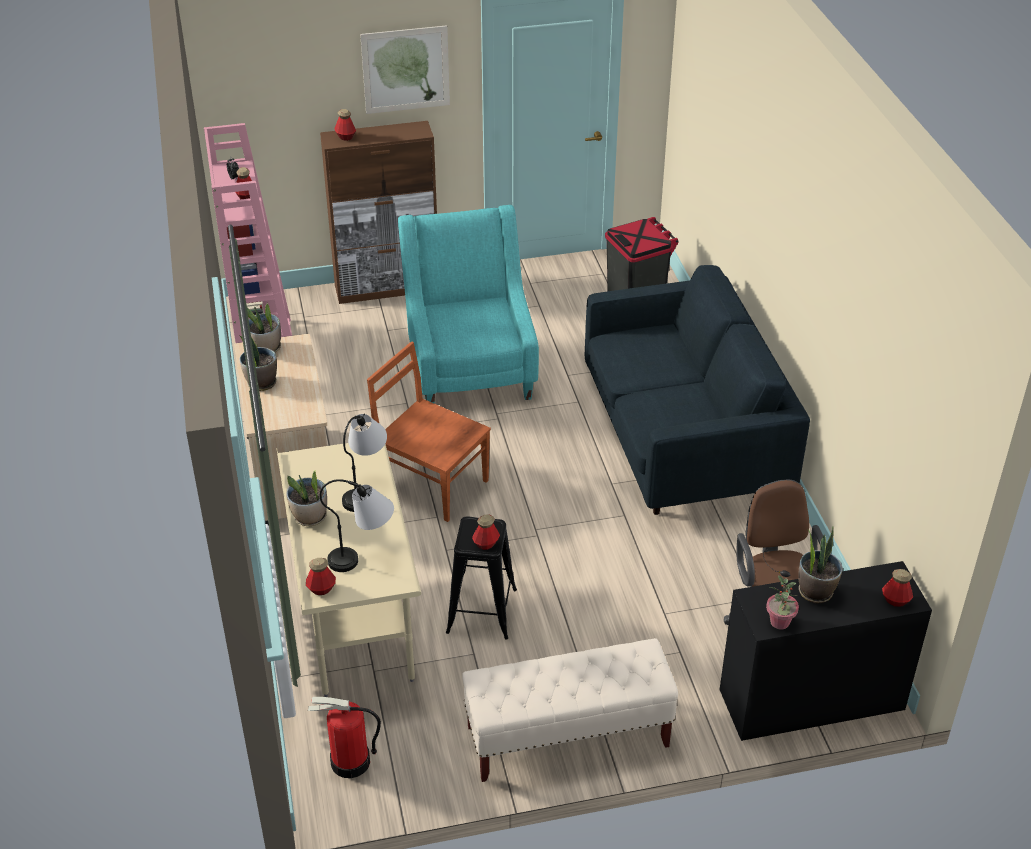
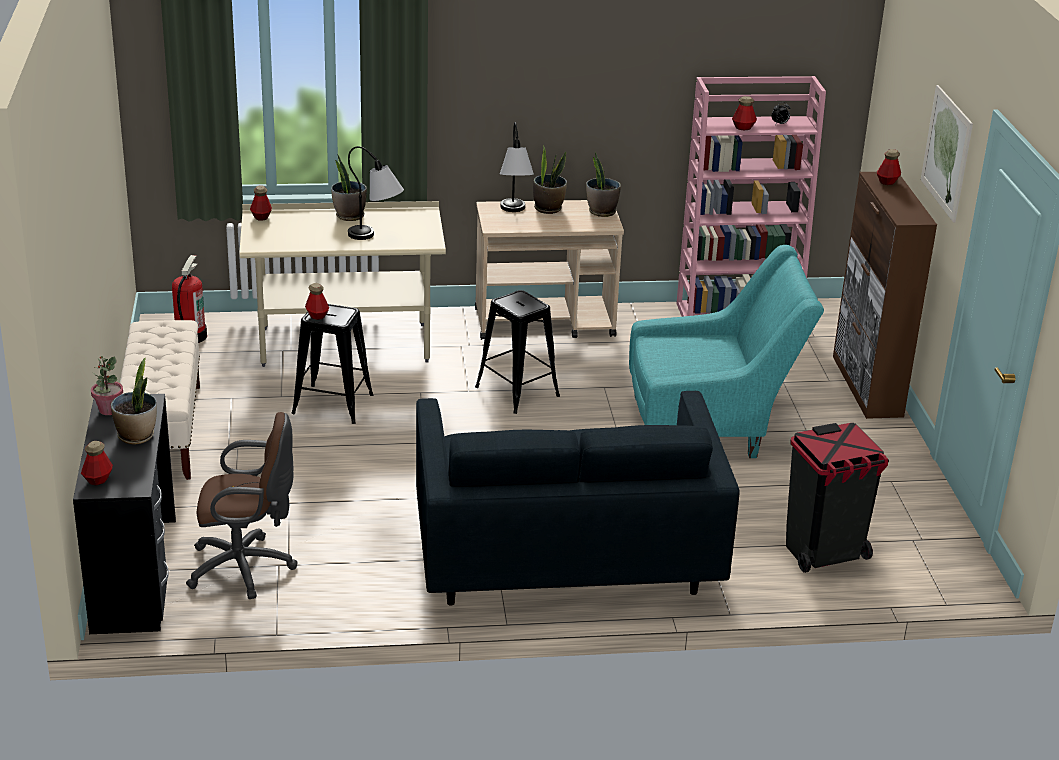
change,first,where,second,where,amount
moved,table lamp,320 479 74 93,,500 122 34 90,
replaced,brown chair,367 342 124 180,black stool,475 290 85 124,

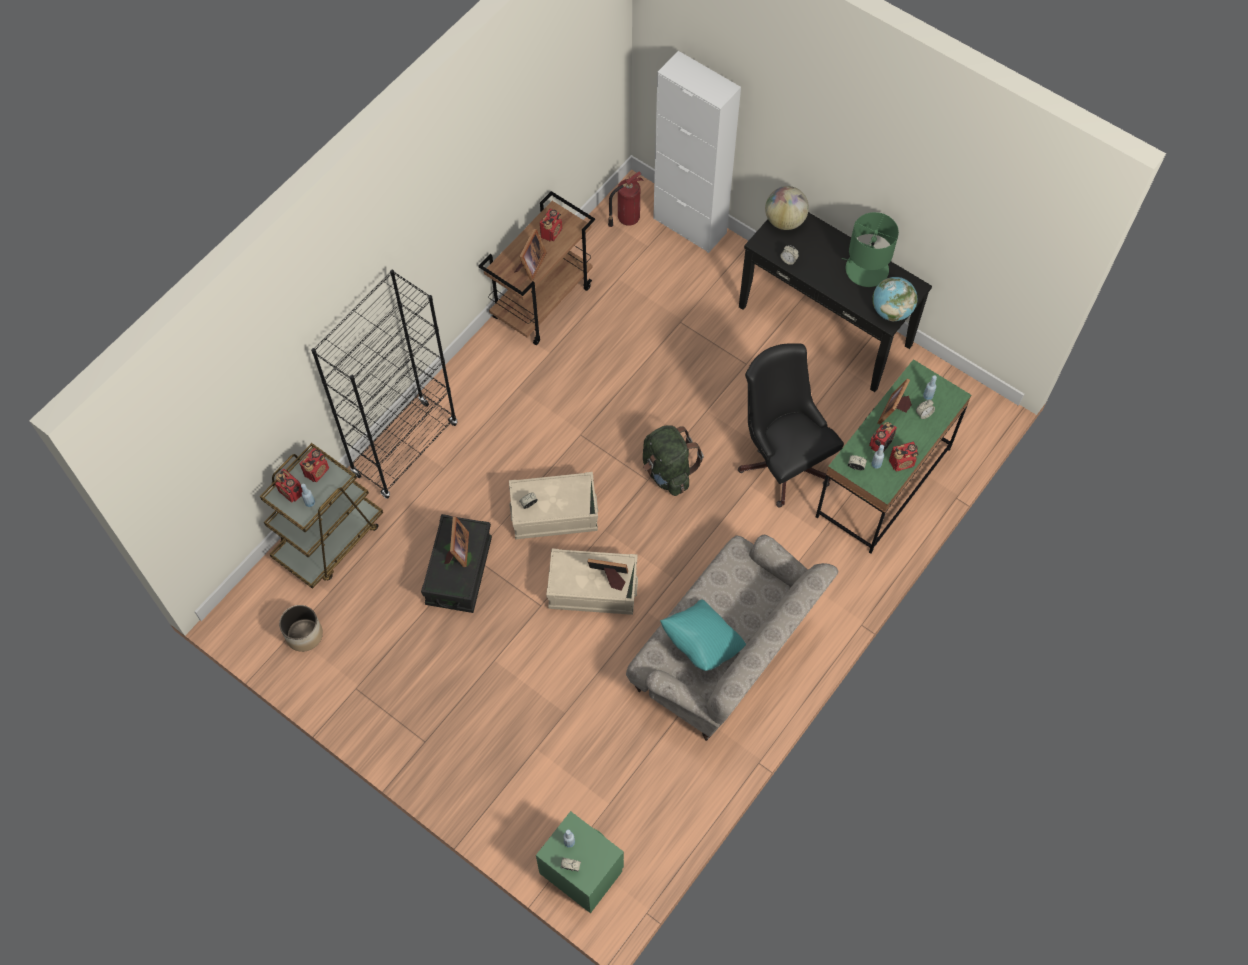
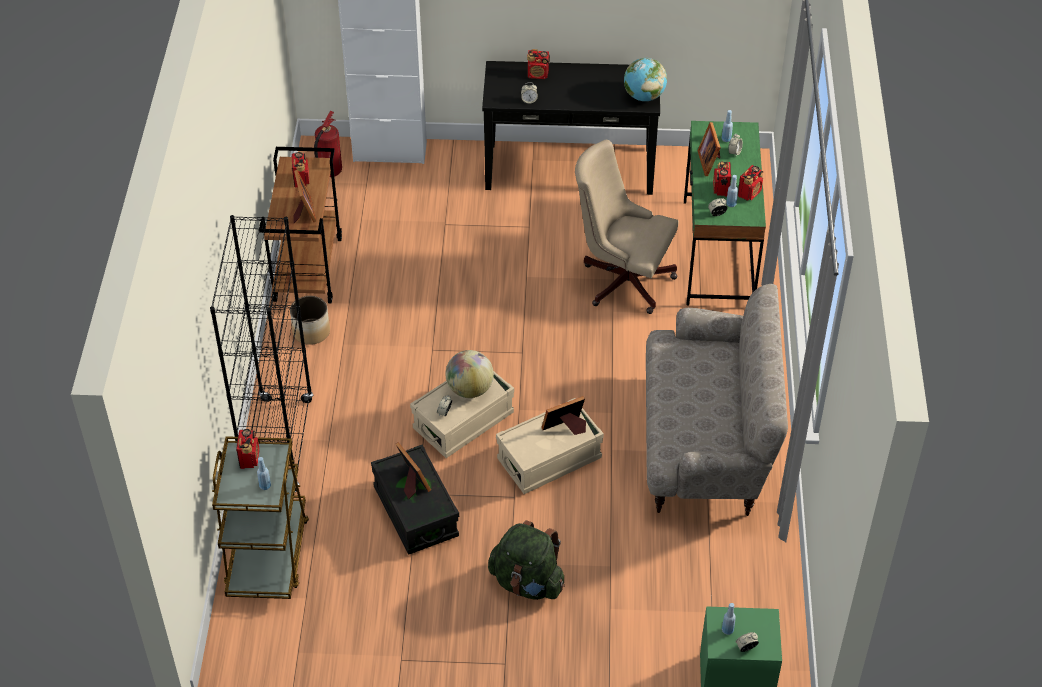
change,first,where,second,where,amount
removed,turquoise pillow,660 599 86 72,,,
removed,green table lamp,842 212 57 75,,,
moved,radio,275 469 27 33,,527 49 23 30,
moved,planter,279 605 44 47,,290 296 40 49,
moved,green backpack,643 425 61 71,,488 520 77 80,
moved,globe,765 186 44 44,,445 350 49 48,
recoloured,black office chair,738 343 106 165,beige office chair,575 140 104 174,

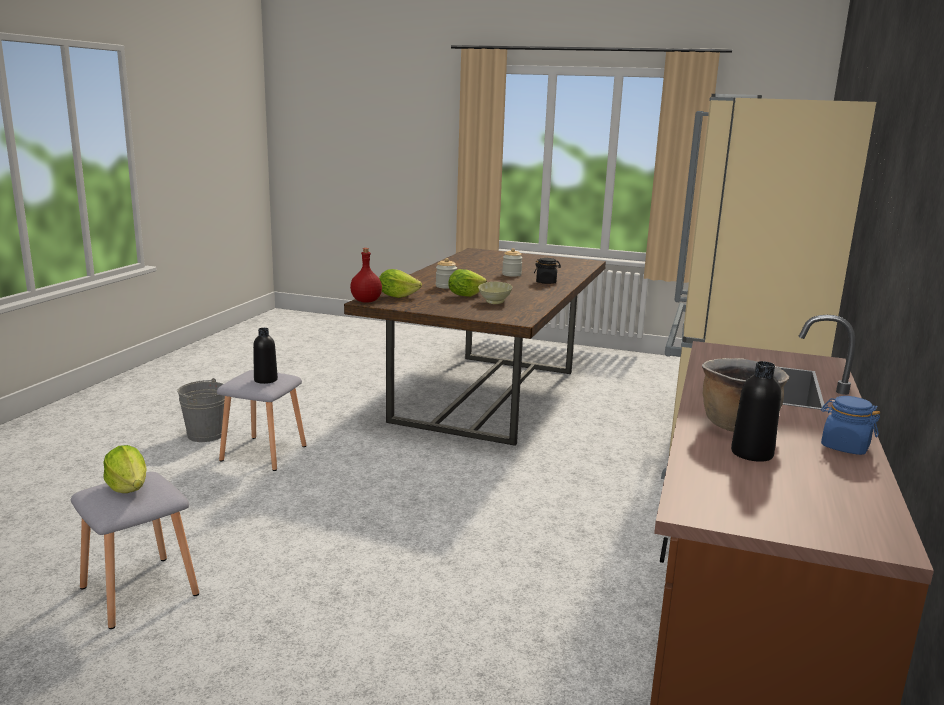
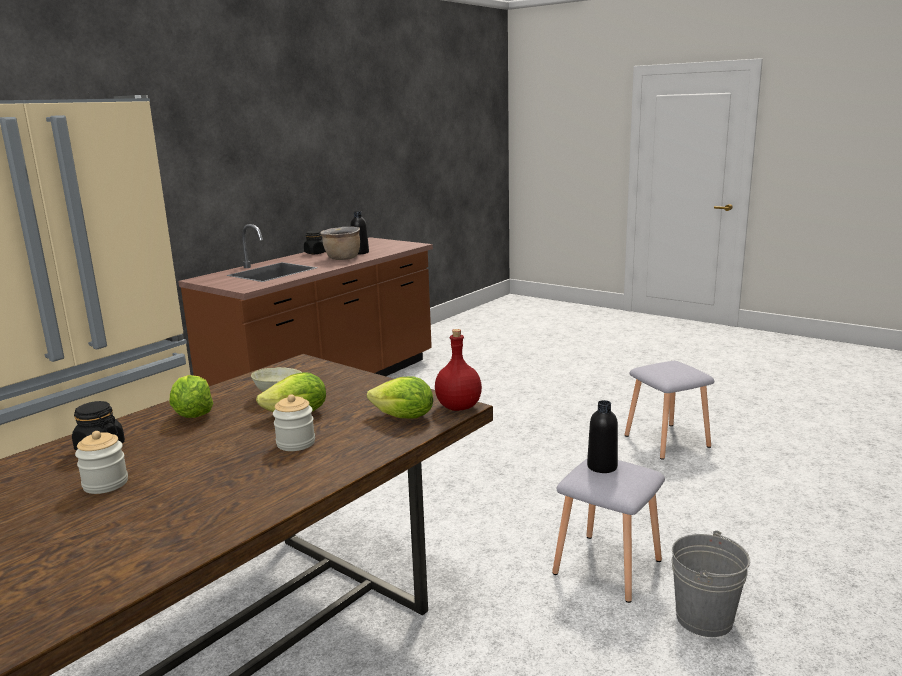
change,first,where,second,where,amount
moved,lettuce,103 445 44 48,,169 375 44 43,
recoloured,blue jar,821 396 59 59,black jar,304 231 22 23,

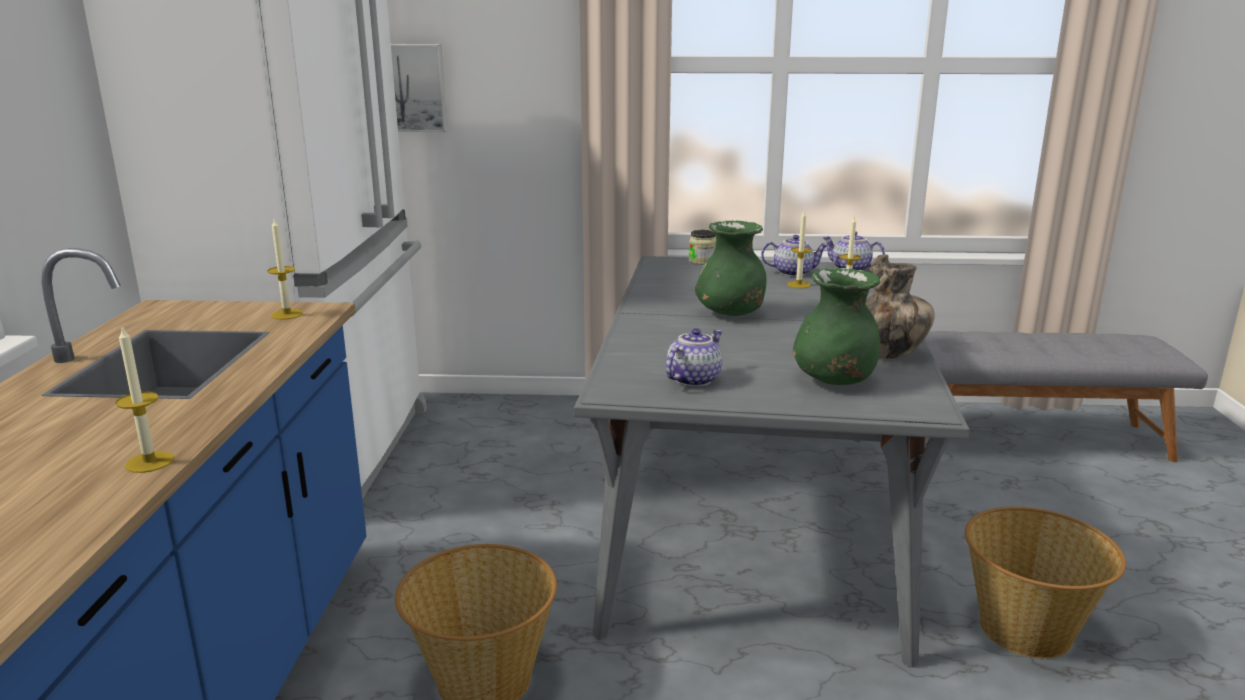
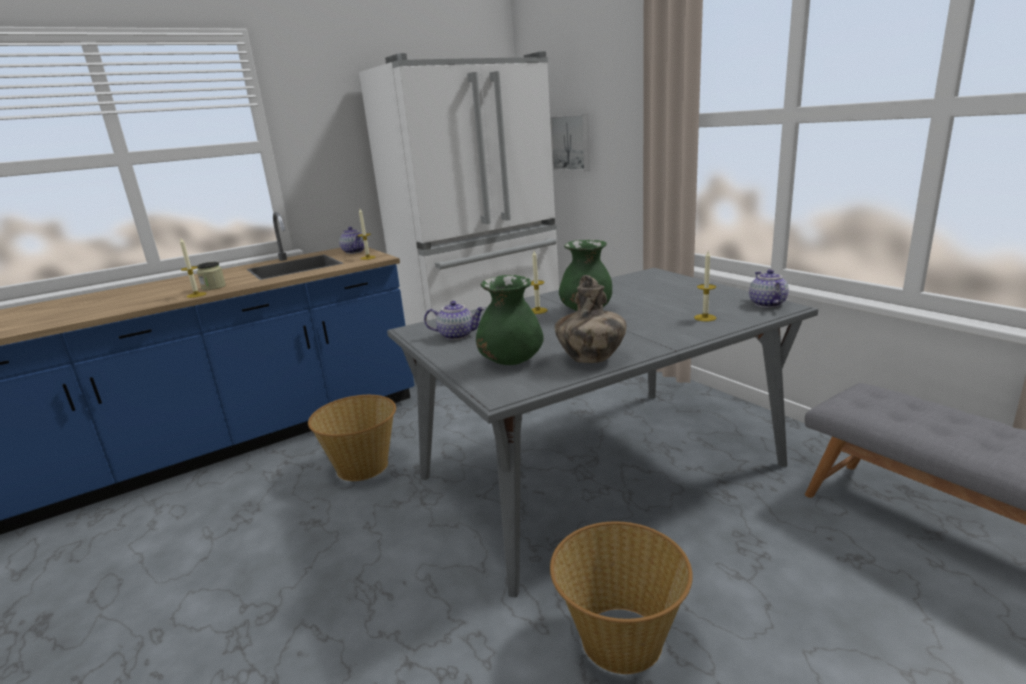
change,first,where,second,where,amount
moved,jar,689 230 27 35,,197 262 29 28,
moved,teapot,761 235 68 42,,339 227 25 27,
moved,candle,787 211 25 77,,531 251 16 63,

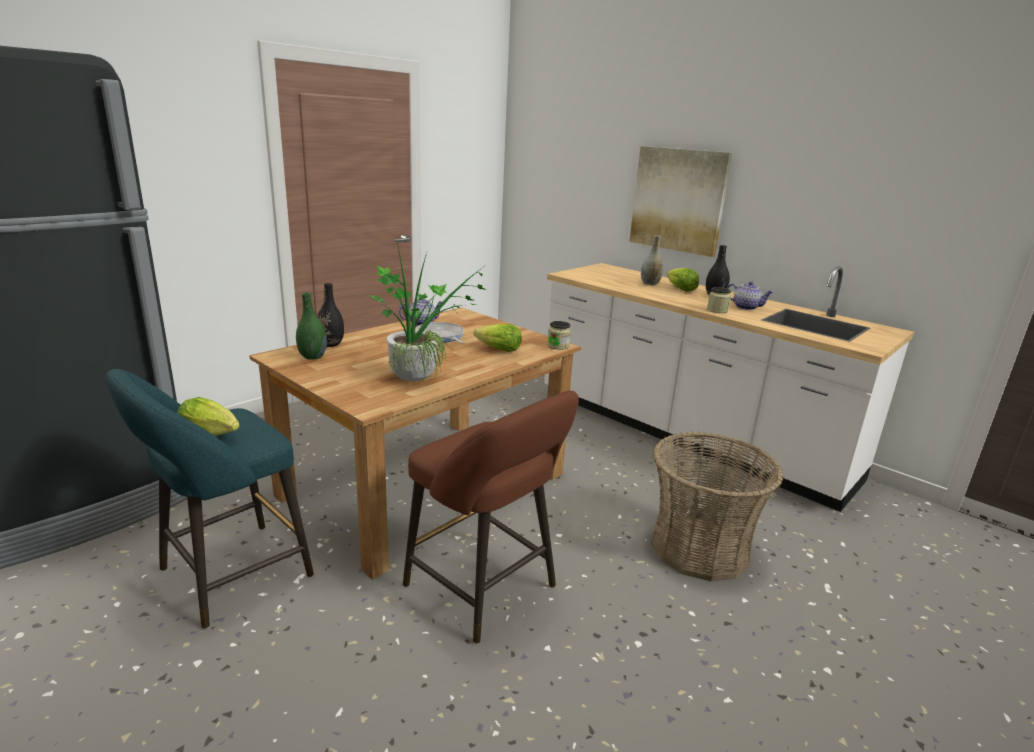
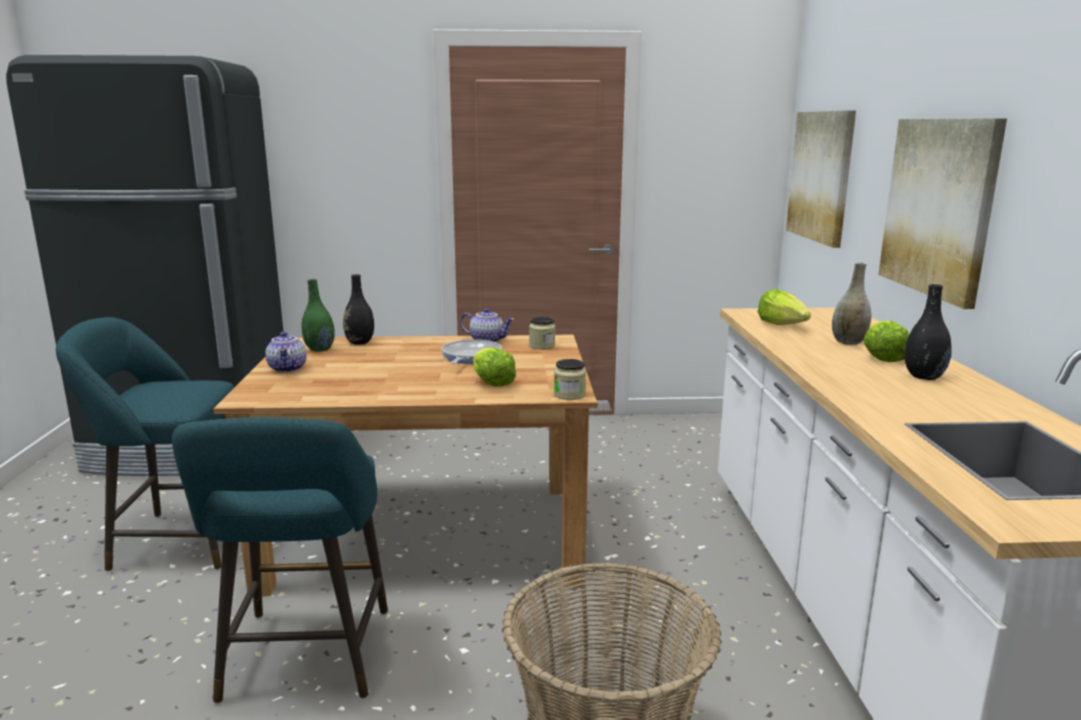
change,first,where,second,where,amount
removed,potted plant,367 238 120 143,,,
added,,,picture,786 110 70 138,
moved,lettuce,177 397 63 39,,758 289 53 36,
moved,jar,707 287 24 26,,529 317 26 32,
moved,teapot,727 281 47 29,,265 332 42 41,
recoloured,brown stool,403 391 176 253,turquoise stool,172 417 216 287,

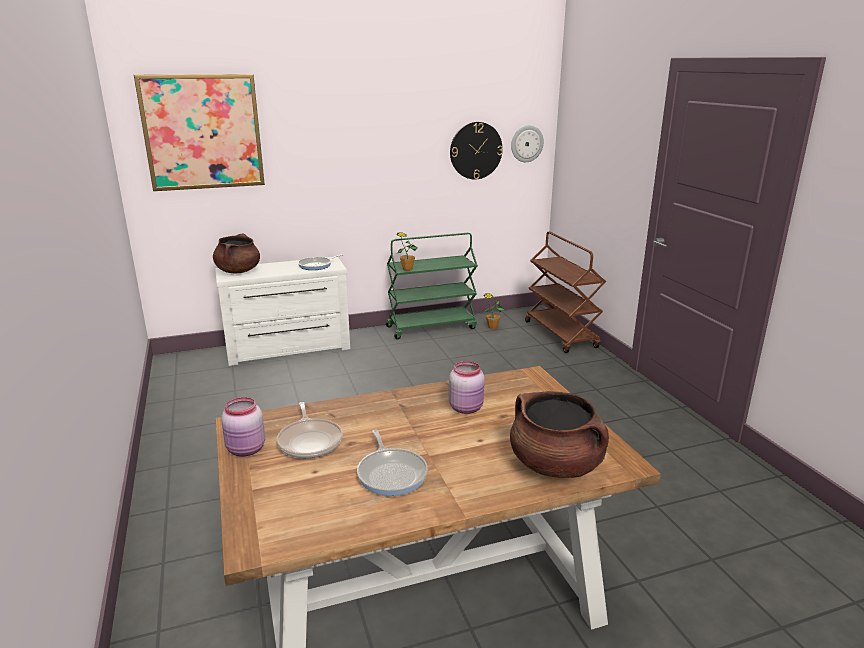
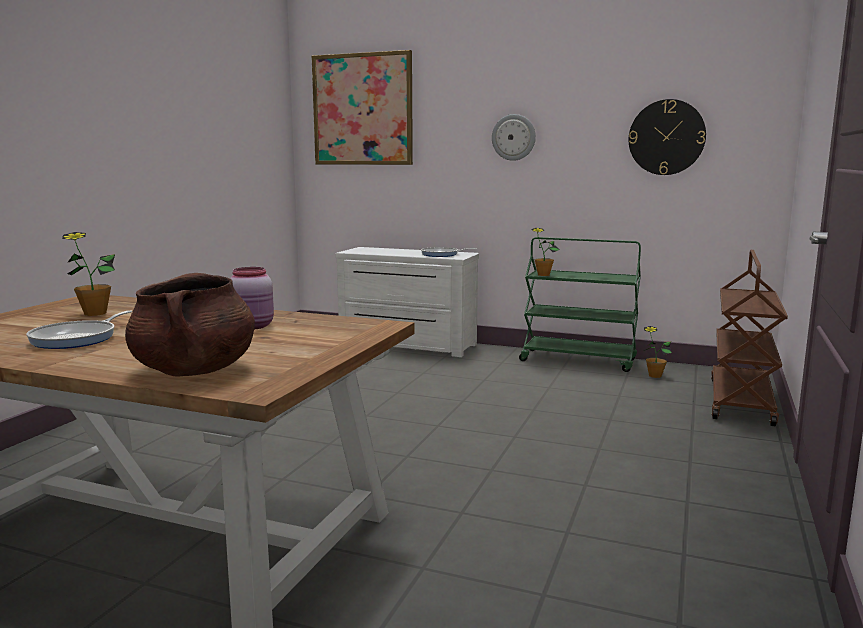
change,first,where,second,where,amount
removed,brown cooking pot,213 234 47 39,,,
removed,pink jar,221 397 44 60,,,
moved,wall clock,511 125 33 37,,492 114 44 47,
replaced,frying pan,277 402 66 56,potted plant,62 232 53 84,

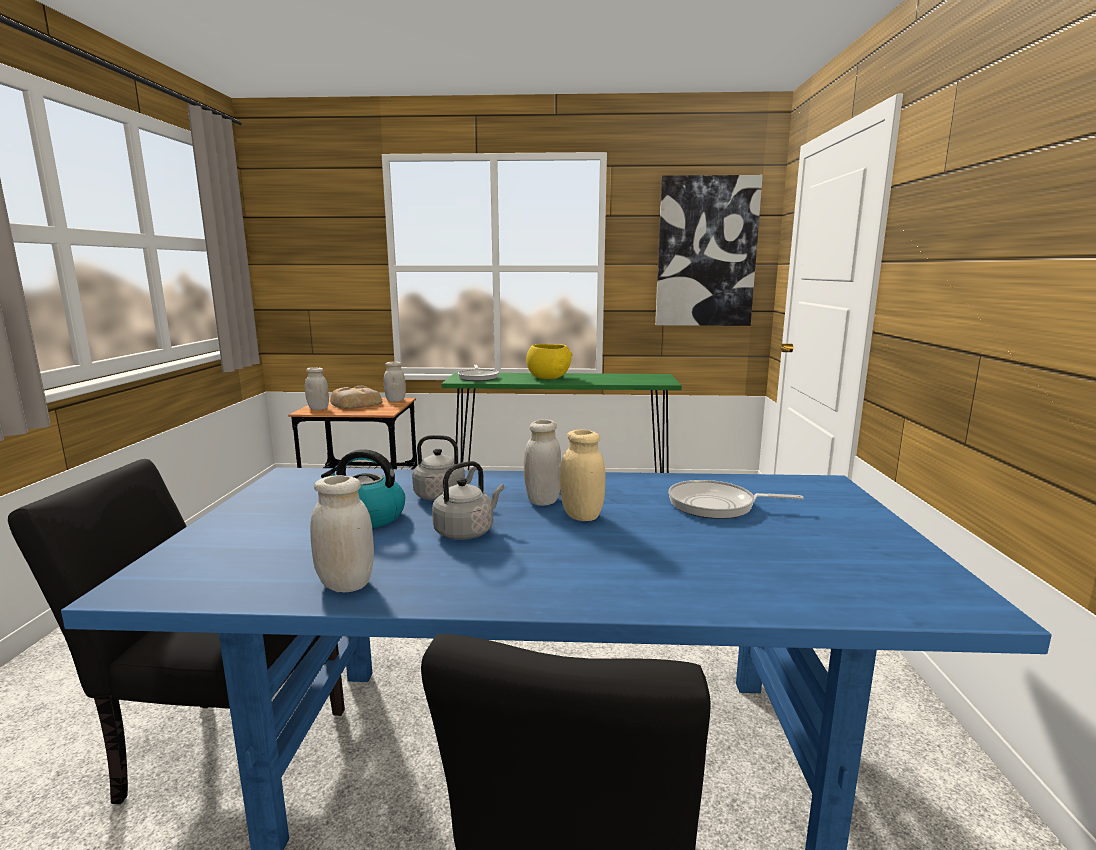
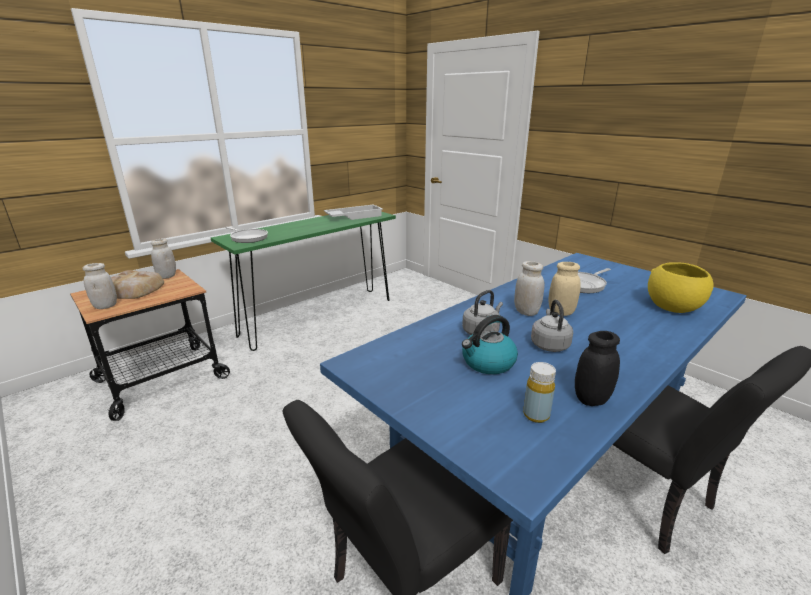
change,first,where,second,where,amount
removed,picture,655 175 108 151,,,
added,,,white tray,324 204 58 16,
added,,,yellow bottle,523 362 33 61,
moved,yellow bowl,526 344 46 35,,648 262 66 51,
recoloured,white jar,310 475 64 117,black jar,575 331 45 75,

